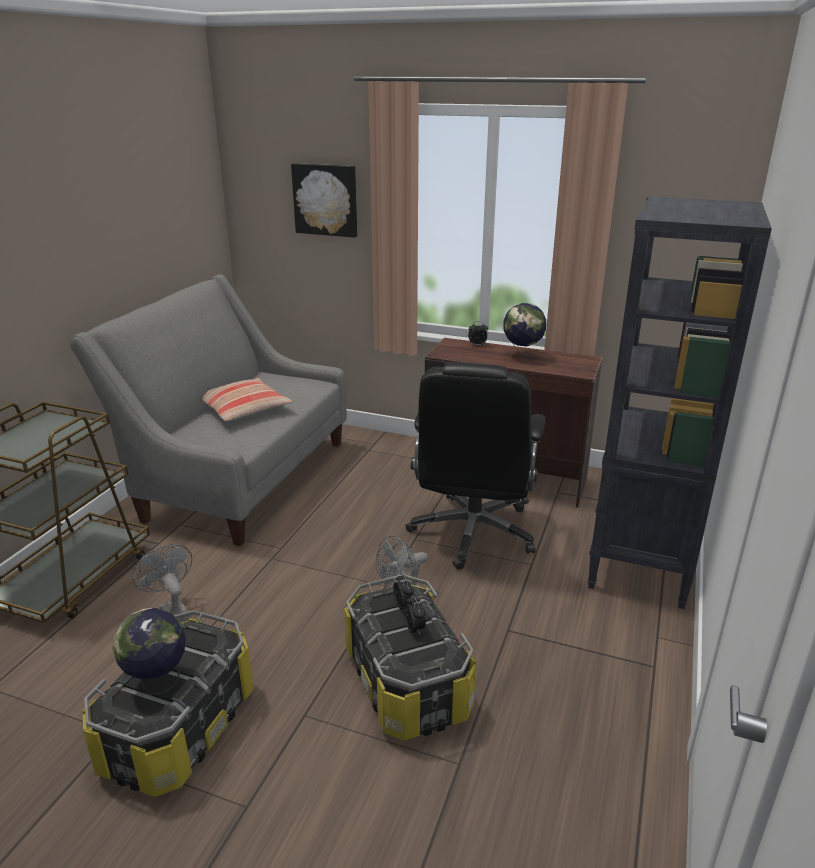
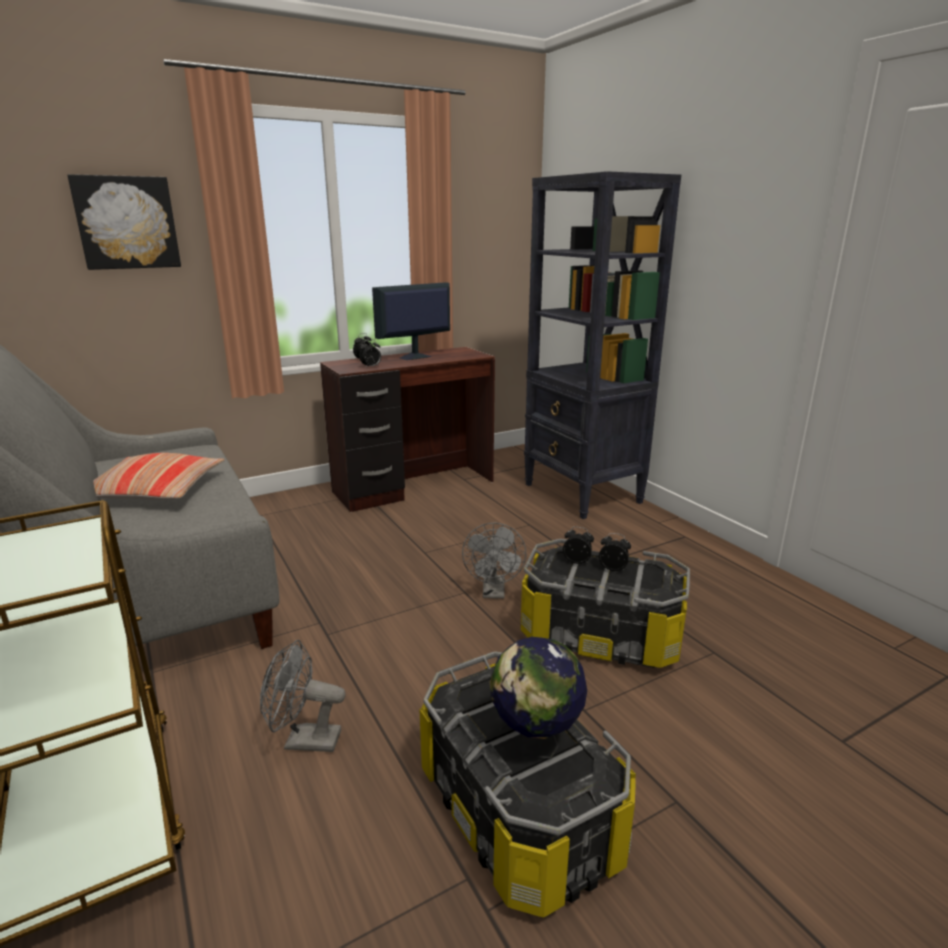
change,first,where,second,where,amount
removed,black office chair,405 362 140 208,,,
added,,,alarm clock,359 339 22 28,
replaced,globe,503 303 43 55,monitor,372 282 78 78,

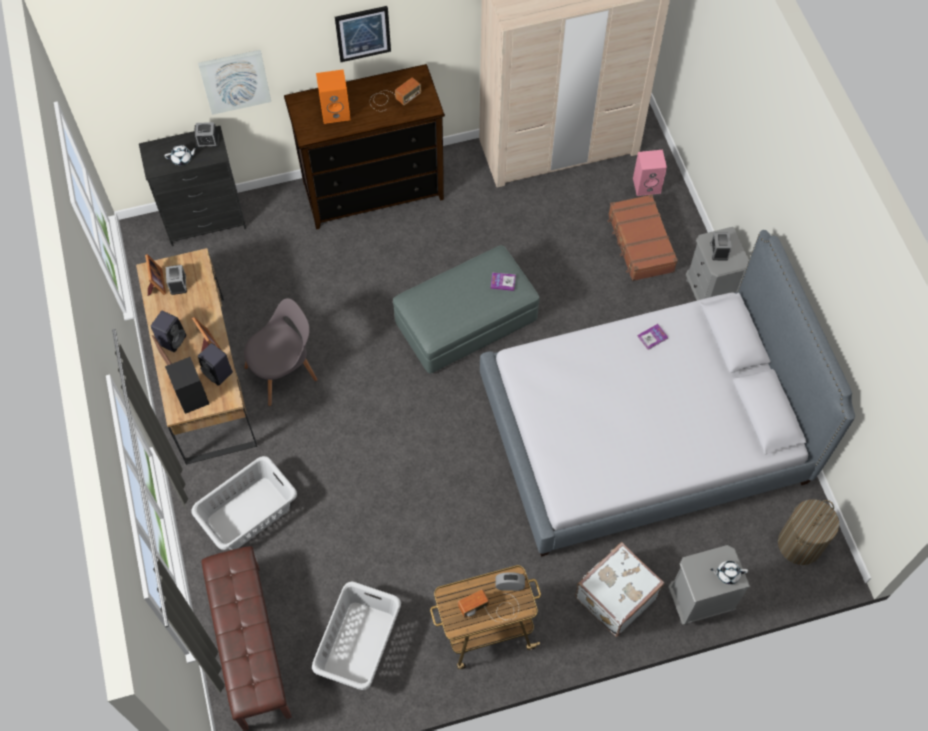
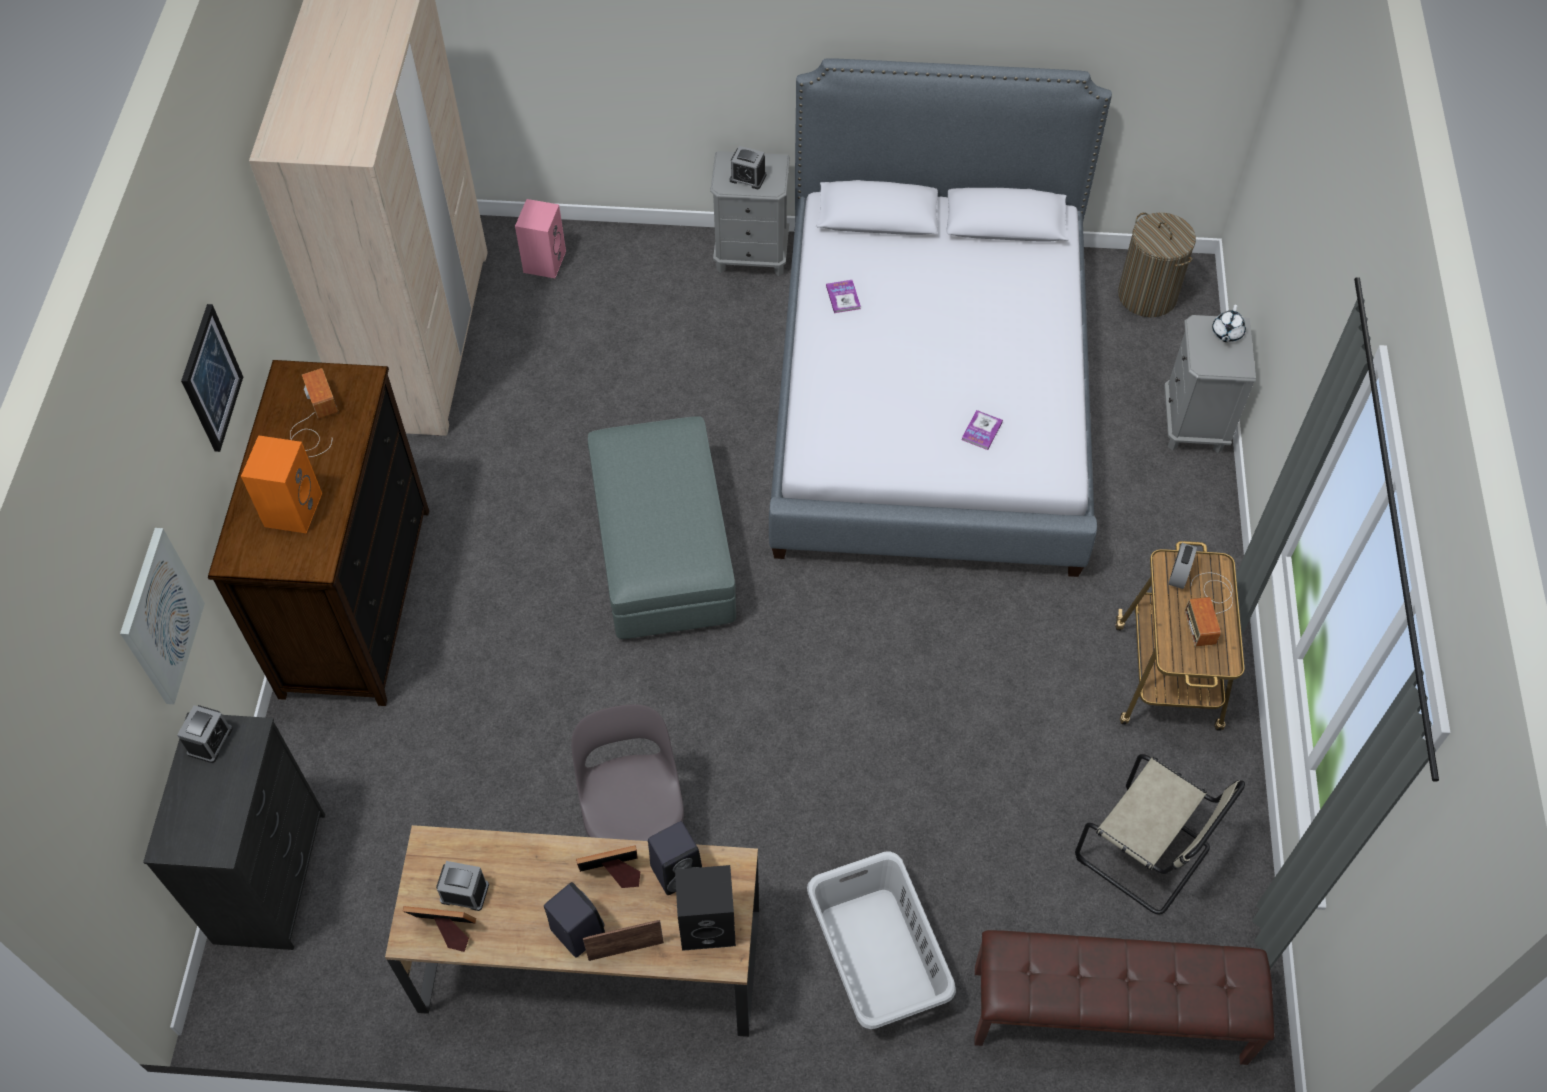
change,first,where,second,where,amount
removed,white teapot,164 145 33 20,,,
removed,white suitcase,575 542 89 95,,,
removed,brown suitcase,608 194 70 87,,,
moved,book,491 272 25 19,,962 410 41 40,
replaced,grey laundry basket,312 582 89 108,beige chair,1075 754 170 161,

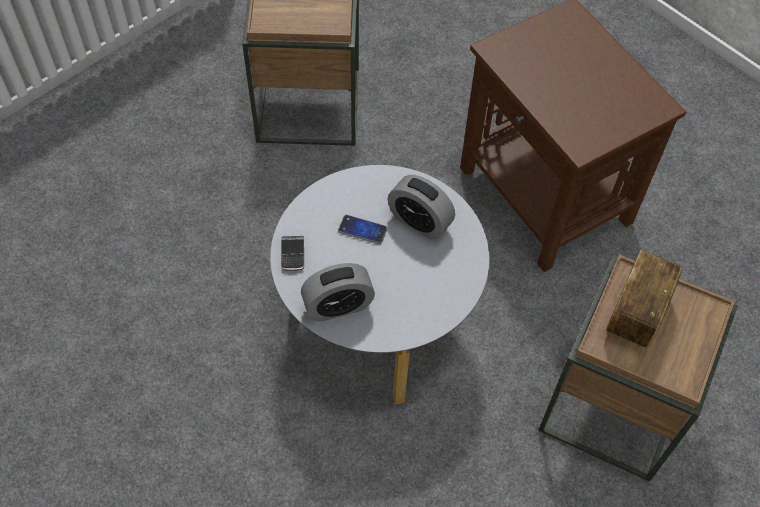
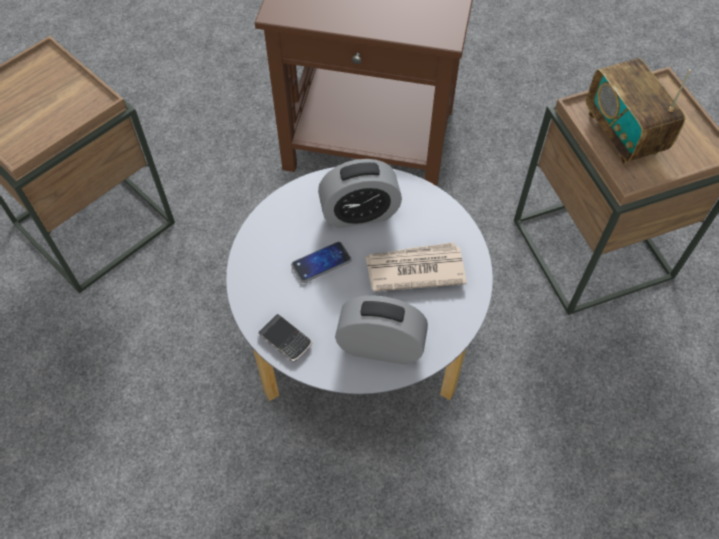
change,first,where,second,where,amount
added,,,newspaper,365 242 102 50,
turned,alarm clock,301 263 74 59,,335 295 93 70,105 degrees counterclockwise

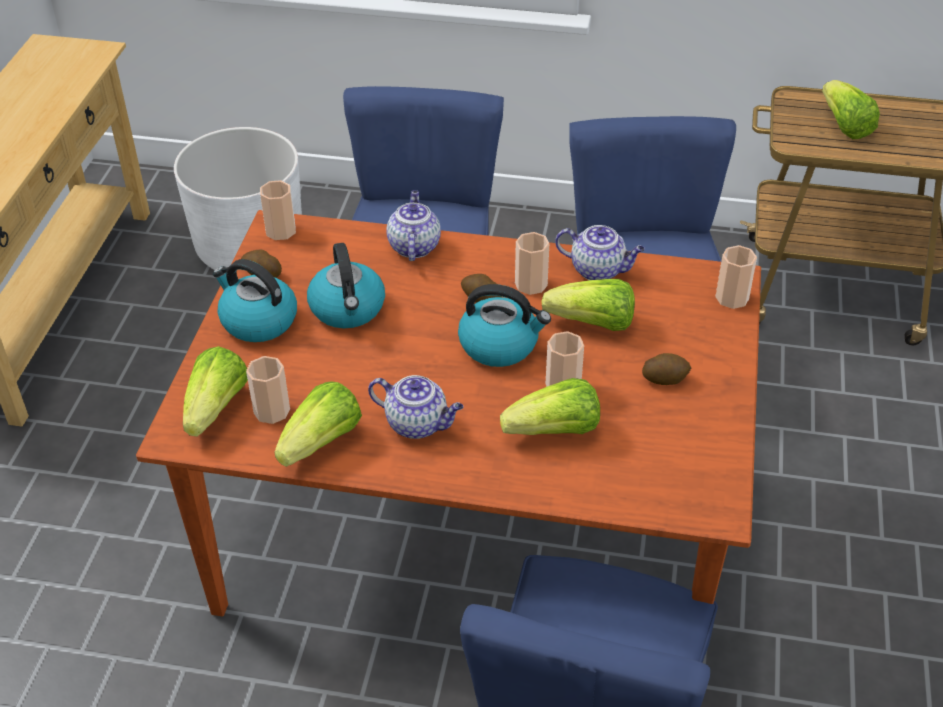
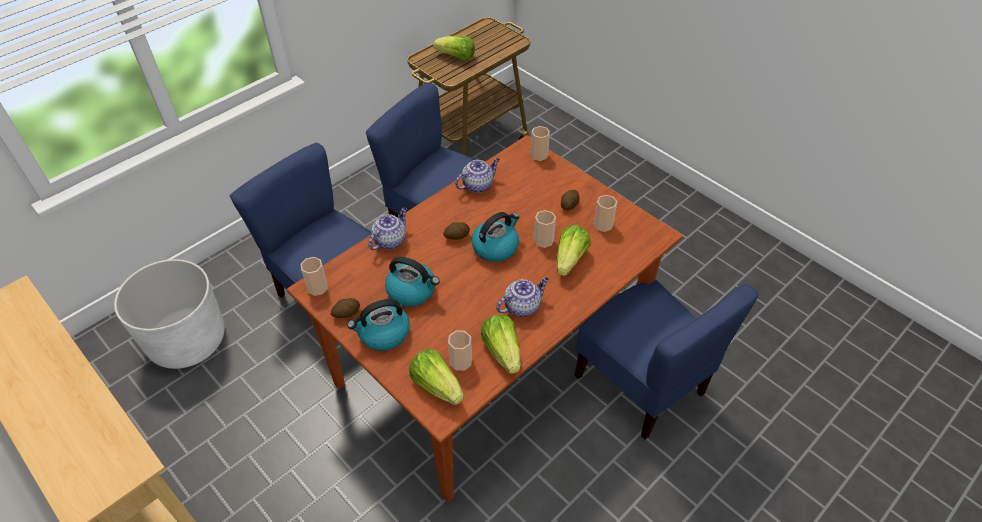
change,first,where,second,where,amount
removed,lettuce,541 279 94 52,,,
moved,cup,515 232 34 63,,593 195 24 37,
turned,teapot,387 190 54 71,,368 208 39 42,90 degrees clockwise

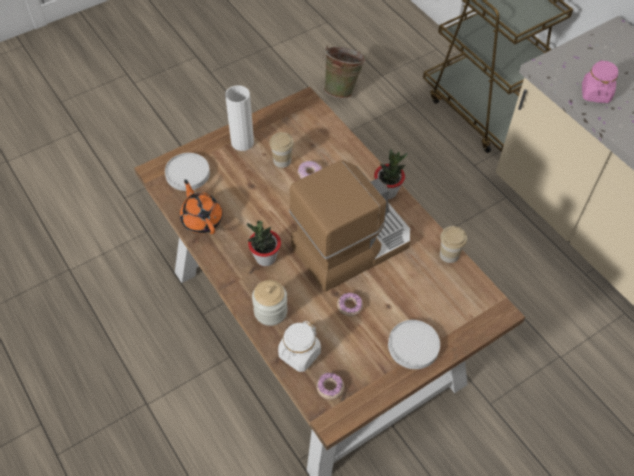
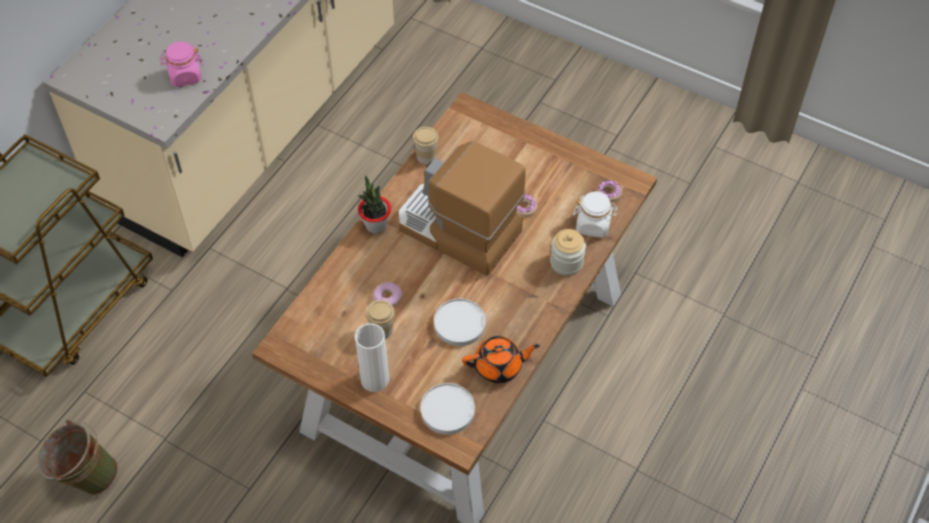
change,first,where,second,where,amount
removed,potted plant,247 220 34 46,,,
moved,white plate,388 320 52 49,,434 299 52 47,
turned,orange teapot,180 179 43 55,,462 336 78 47,135 degrees counterclockwise

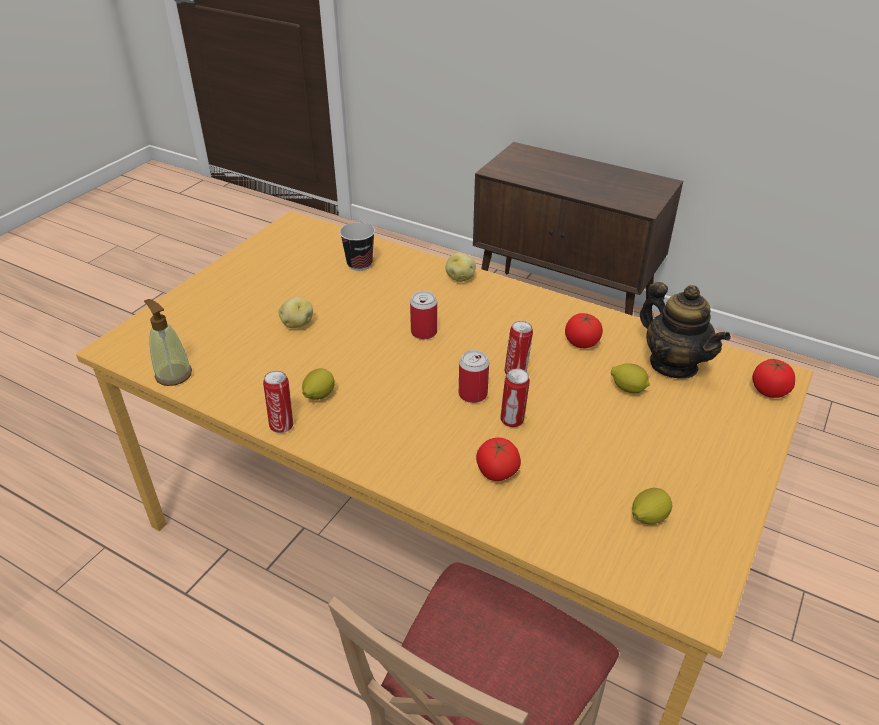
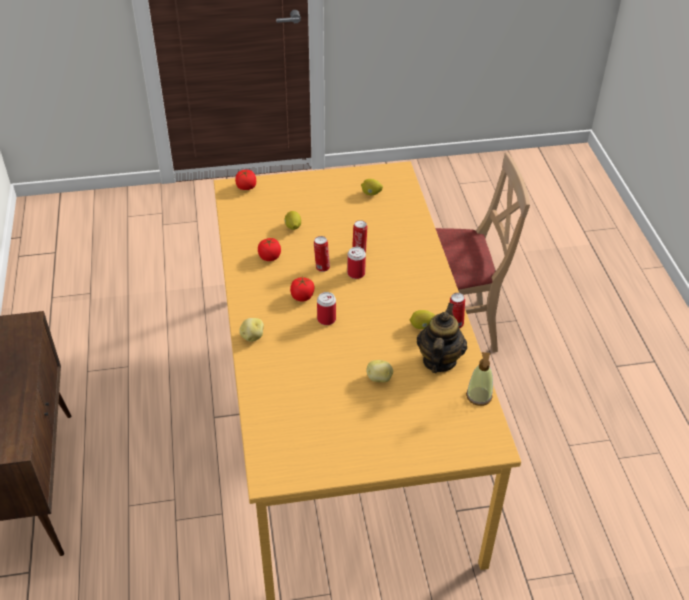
change,first,where,second,where,amount
removed,cup,340 222 35 49,,,
moved,tomato,476 438 45 43,,290 277 25 24,
moved,teapot,640 282 91 97,,417 303 50 70,

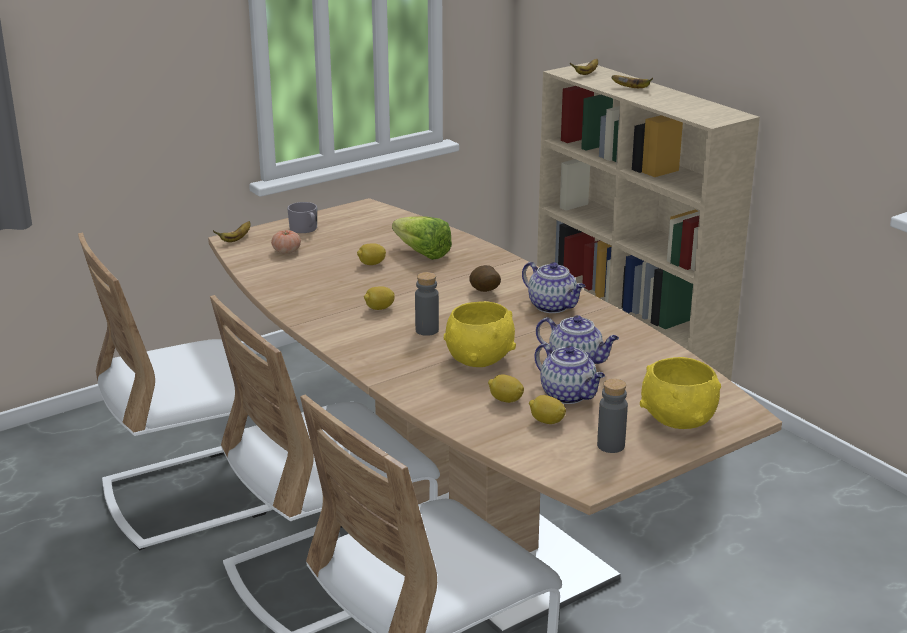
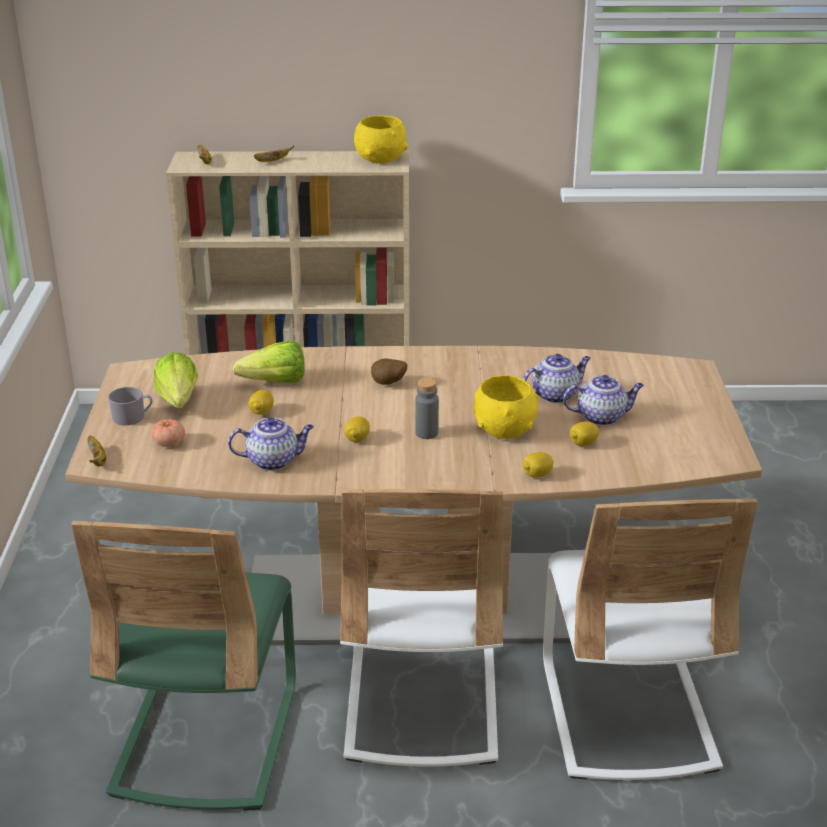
change,first,where,second,where,amount
removed,grey bottle,597 379 31 74,,,
added,,,lettuce,154 352 44 56,
moved,teapot,522 262 63 51,,228 417 86 54,
moved,lemon,529 395 37 29,,523 452 30 26,
moved,yellow bowl,640 357 81 72,,354 115 54 48,
recoloured,white chair,78 233 195 317,green chair,71 521 225 289,

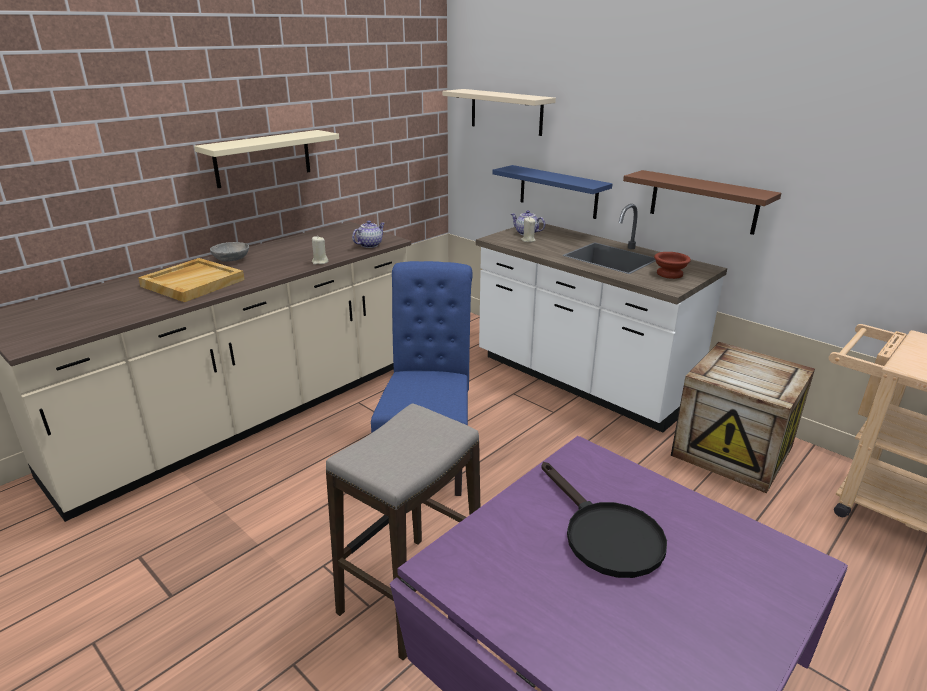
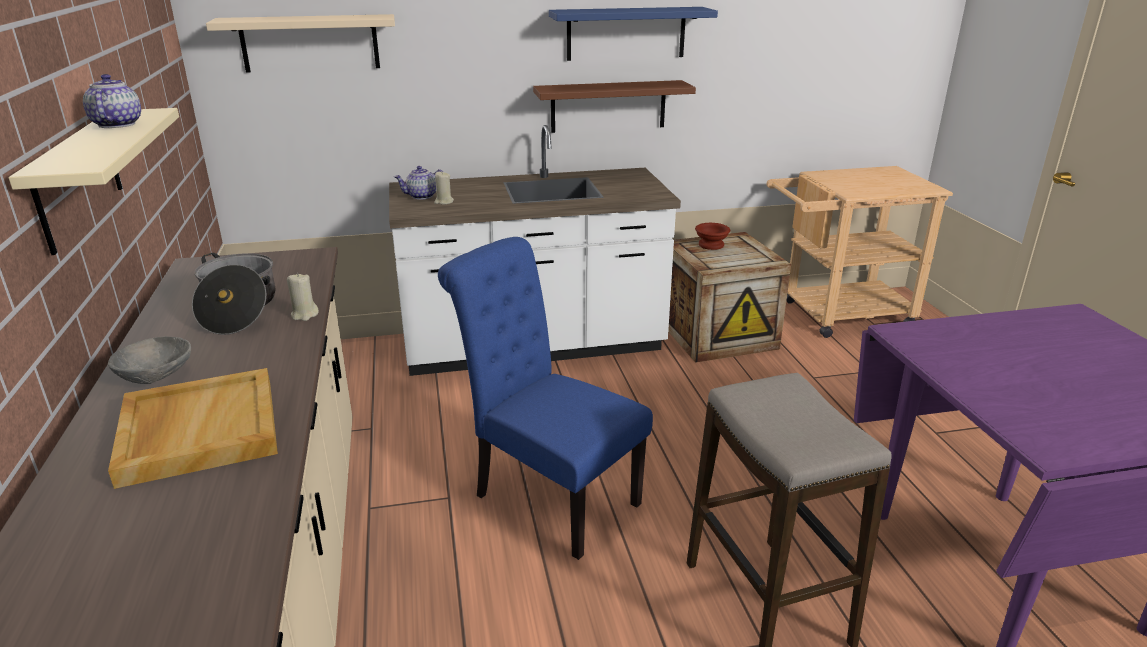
change,first,where,second,where,amount
removed,black frying pan,541 462 126 116,,,
added,,,cooking pot,192 253 83 82,
moved,teapot,352 220 33 28,,83 74 58 54,
moved,blue shelf,492 165 120 54,,549 7 169 54,
moved,brown bowl,654 252 37 27,,695 223 35 27,

